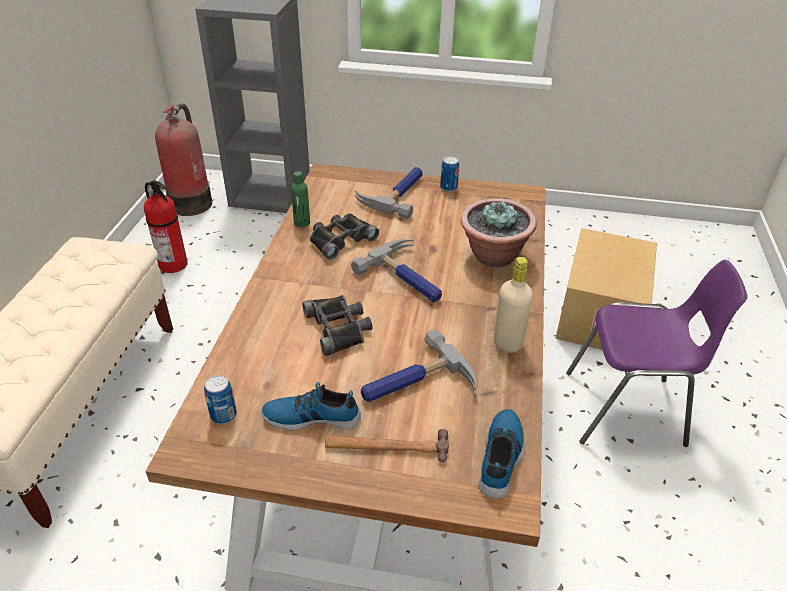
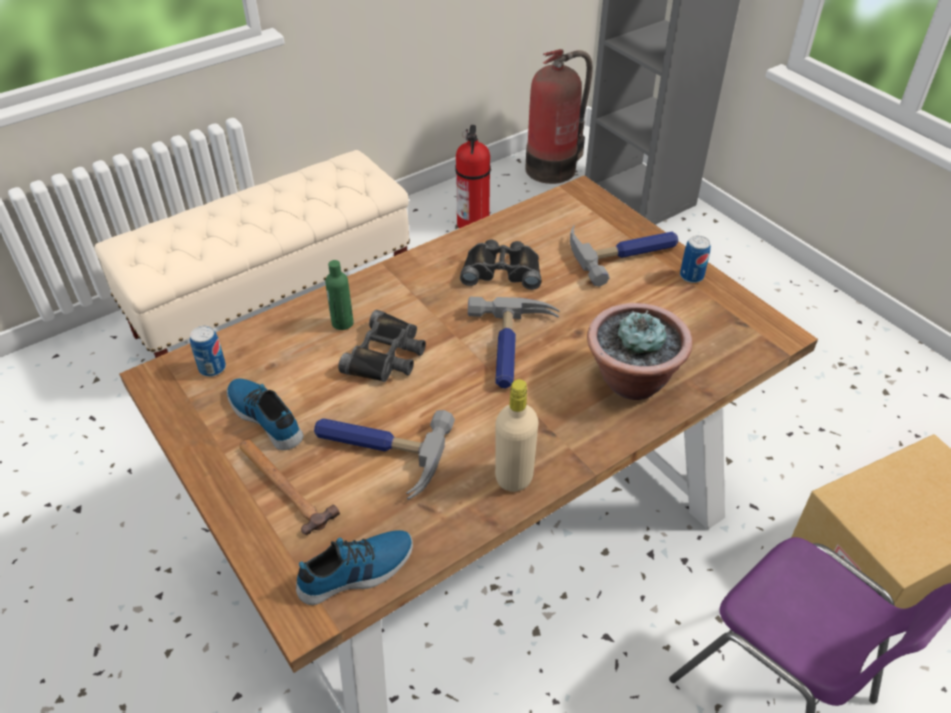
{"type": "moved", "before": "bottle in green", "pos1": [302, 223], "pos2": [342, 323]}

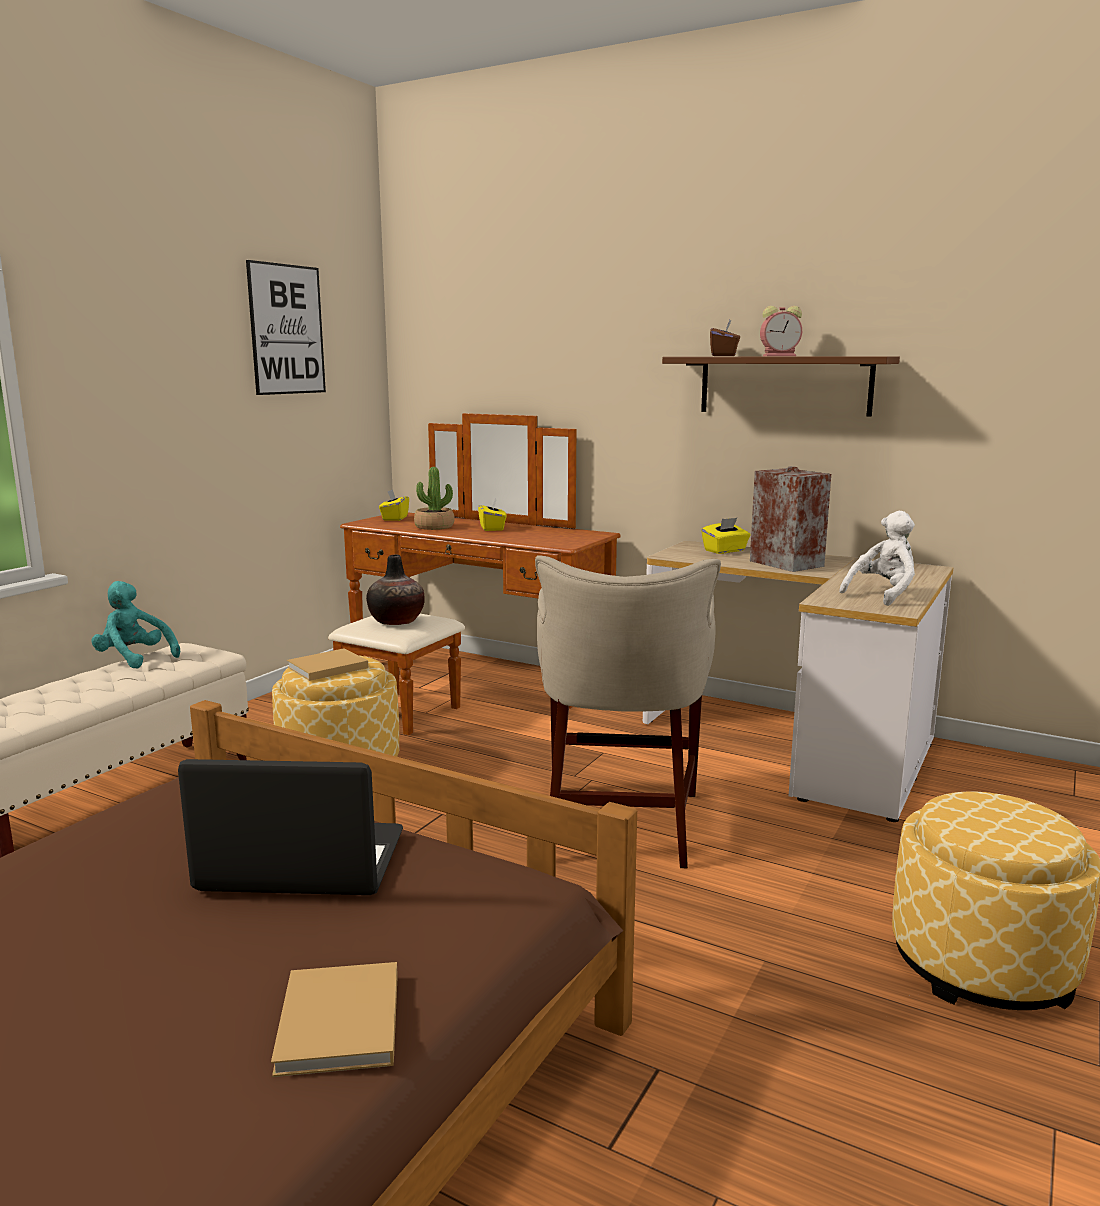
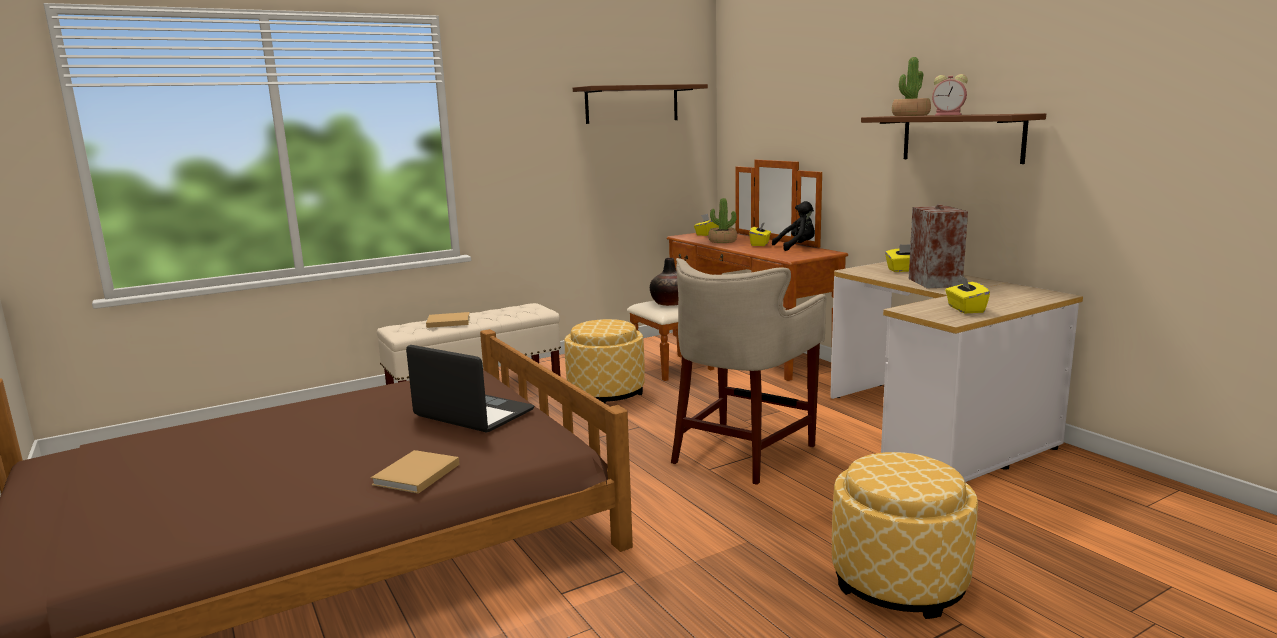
{"type": "removed", "before": "plush toy in turquoise", "pos1": [134, 659]}
{"type": "replaced", "before": "picture", "after": "shelf in brown", "pos1": [287, 329], "pos2": [632, 104]}
{"type": "moved", "before": "book in beige", "pos1": [325, 668], "pos2": [447, 322]}
{"type": "replaced", "before": "tissue box in brown", "after": "potted plant", "pos1": [724, 356], "pos2": [910, 115]}
{"type": "replaced", "before": "plush toy in white", "after": "tissue box in yellow", "pos1": [883, 594], "pos2": [965, 309]}
{"type": "added", "after": "plush toy in black", "pos2": [797, 247]}

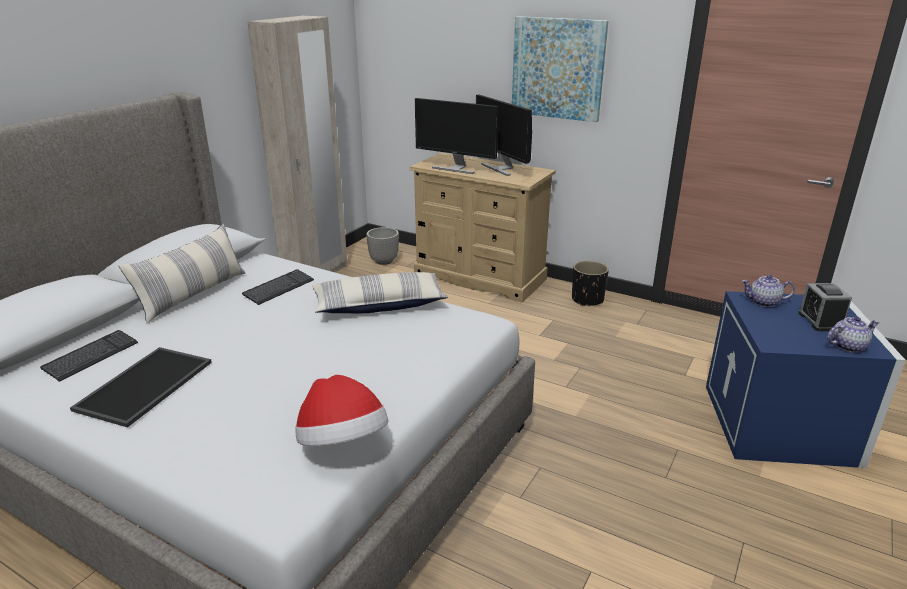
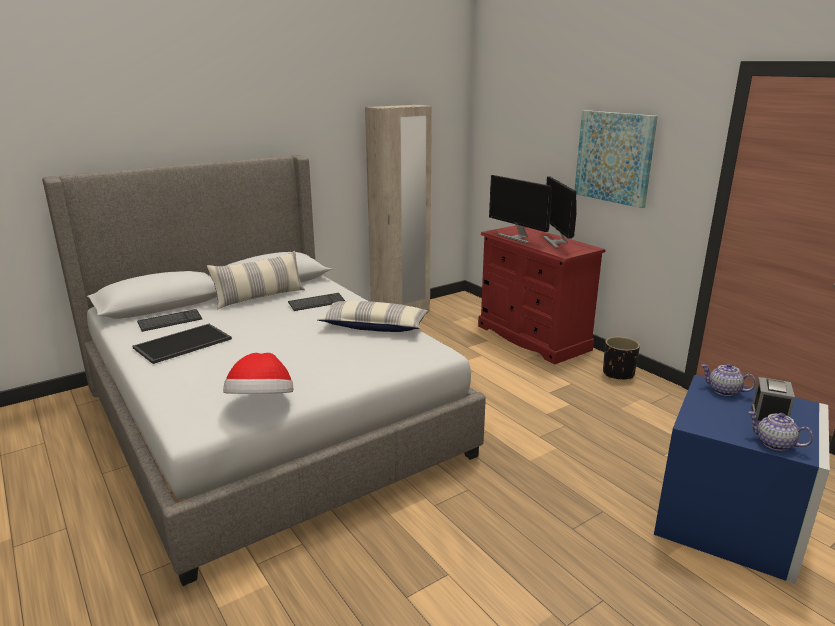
{"type": "removed", "before": "planter", "pos1": [384, 261]}
{"type": "recoloured", "before": "dresser in beige", "after": "dresser in red", "pos1": [480, 277], "pos2": [532, 338]}
{"type": "turned", "before": "teapot", "pos1": [847, 346], "pos2": [774, 444], "turn": -150}

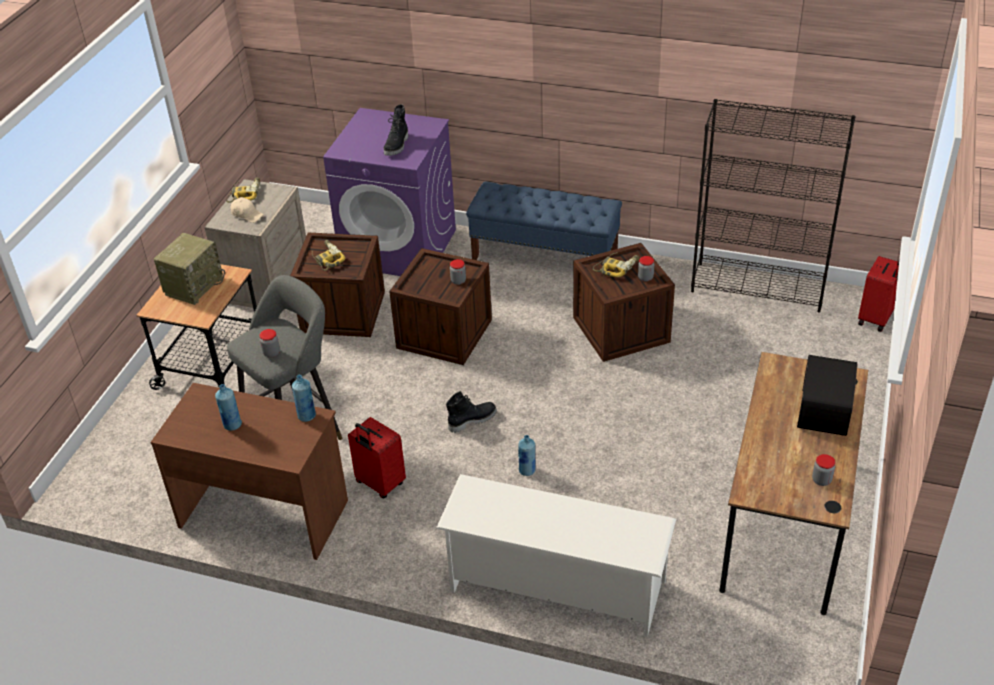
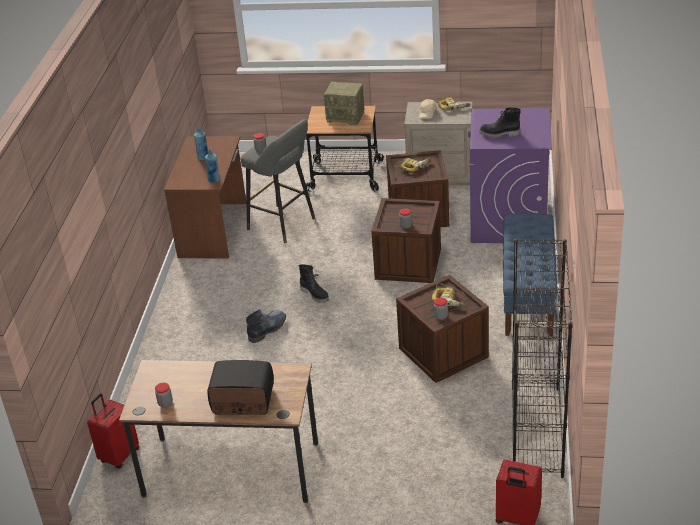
{"type": "moved", "before": "suitcase in red", "pos1": [379, 484], "pos2": [119, 455]}
{"type": "removed", "before": "shoe rack in white", "pos1": [555, 586]}
{"type": "replaced", "before": "bottle in blue", "after": "boot", "pos1": [527, 471], "pos2": [268, 329]}

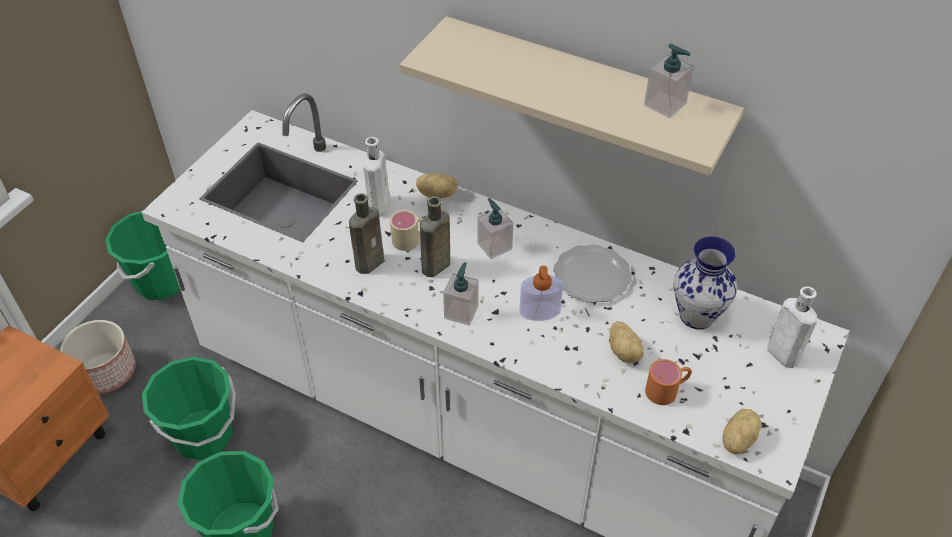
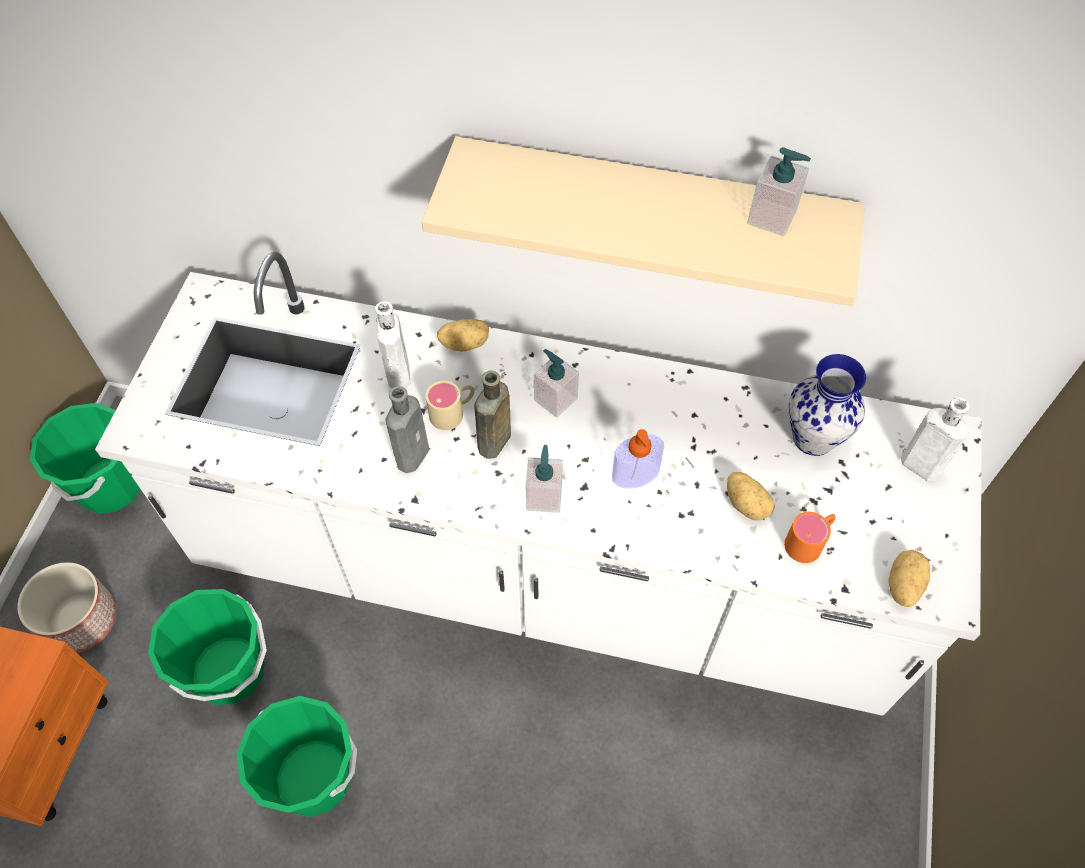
{"type": "recoloured", "before": "bottle in brown", "after": "bottle in grey", "pos1": [371, 261], "pos2": [414, 453]}
{"type": "removed", "before": "plate", "pos1": [590, 276]}

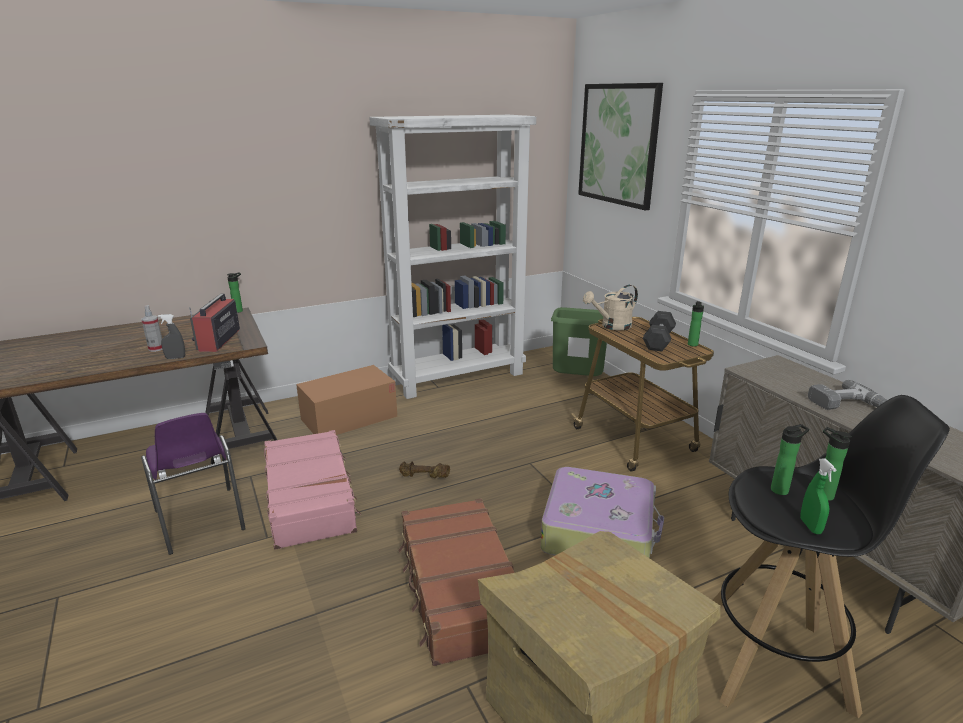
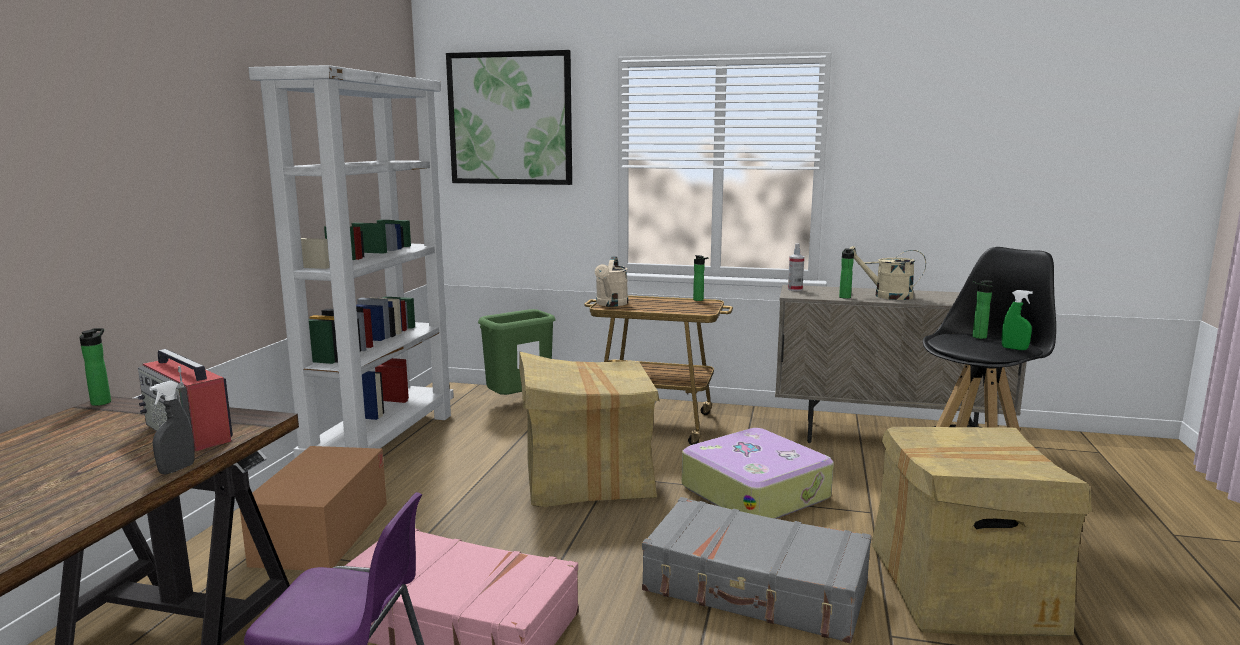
{"type": "moved", "before": "spray bottle", "pos1": [156, 349], "pos2": [795, 289]}
{"type": "recoloured", "before": "suitcase in brown", "after": "suitcase in grey", "pos1": [459, 590], "pos2": [755, 588]}
{"type": "removed", "before": "dumbbell in brown", "pos1": [424, 477]}
{"type": "removed", "before": "dumbbell in grey", "pos1": [658, 340]}
{"type": "moved", "before": "bottle", "pos1": [781, 490], "pos2": [845, 297]}
{"type": "replaced", "before": "power drill", "after": "watering can in beige", "pos1": [848, 406], "pos2": [885, 296]}
{"type": "added", "after": "cardboard box", "pos2": [587, 479]}

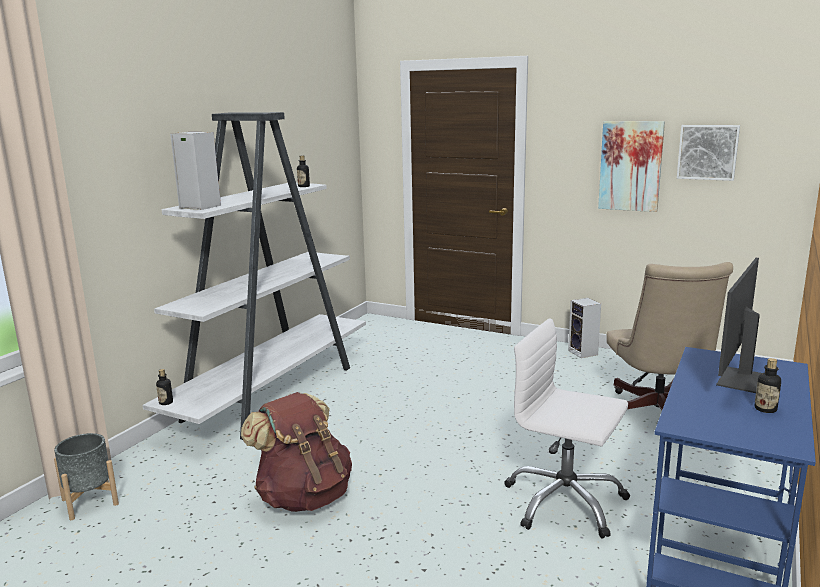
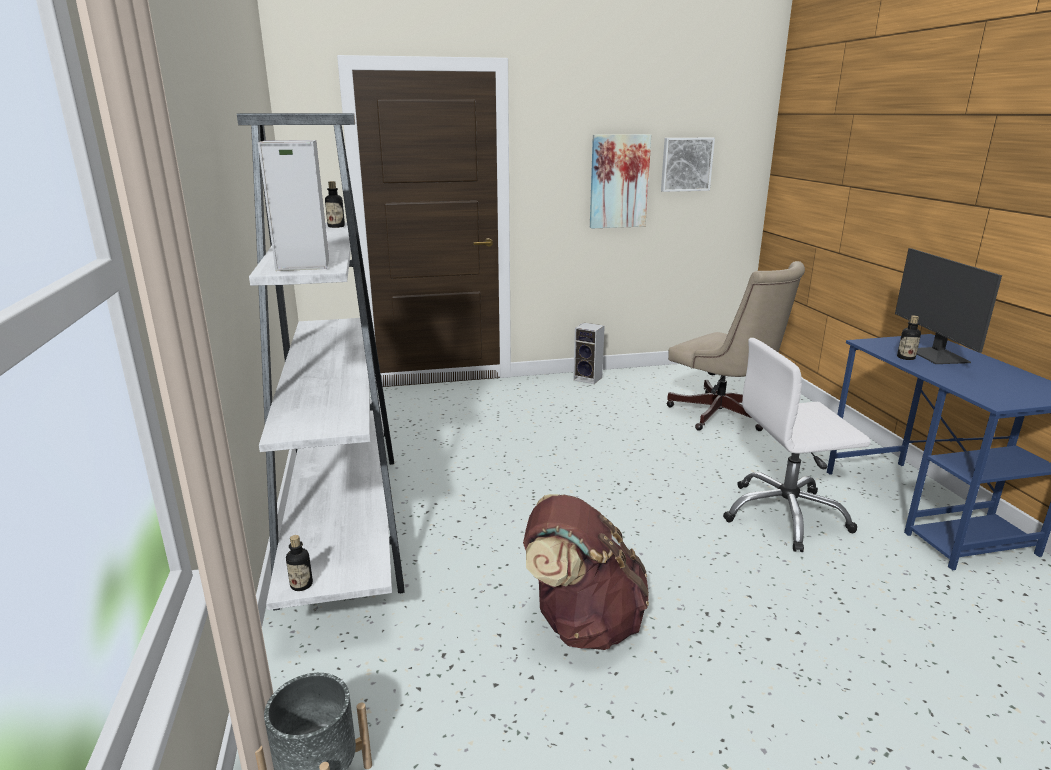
{"type": "moved", "before": "bottle", "pos1": [765, 409], "pos2": [905, 357]}

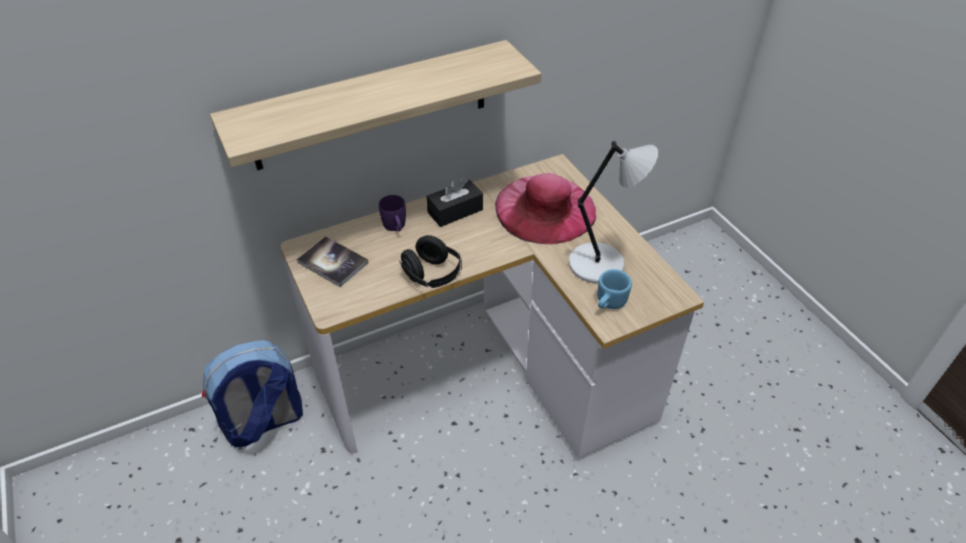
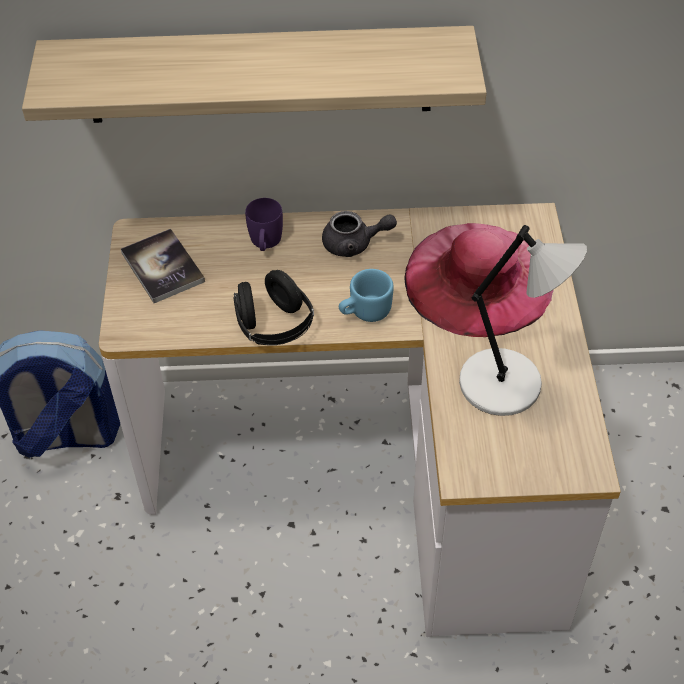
{"type": "replaced", "before": "tissue box in black", "after": "teapot in grey", "pos1": [455, 211], "pos2": [354, 244]}
{"type": "moved", "before": "mug in blue", "pos1": [608, 303], "pos2": [364, 312]}

